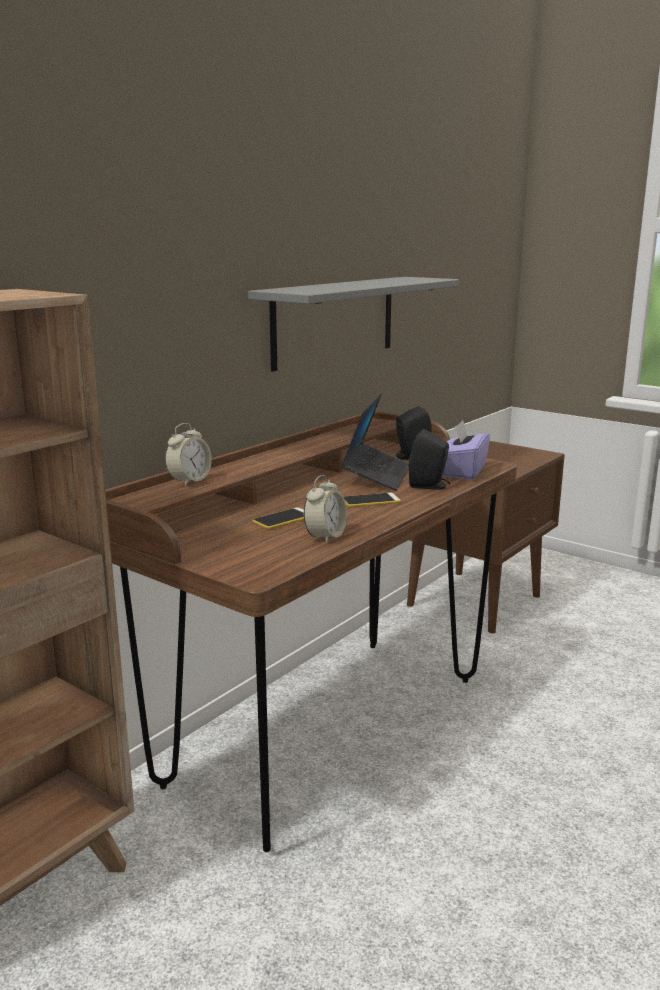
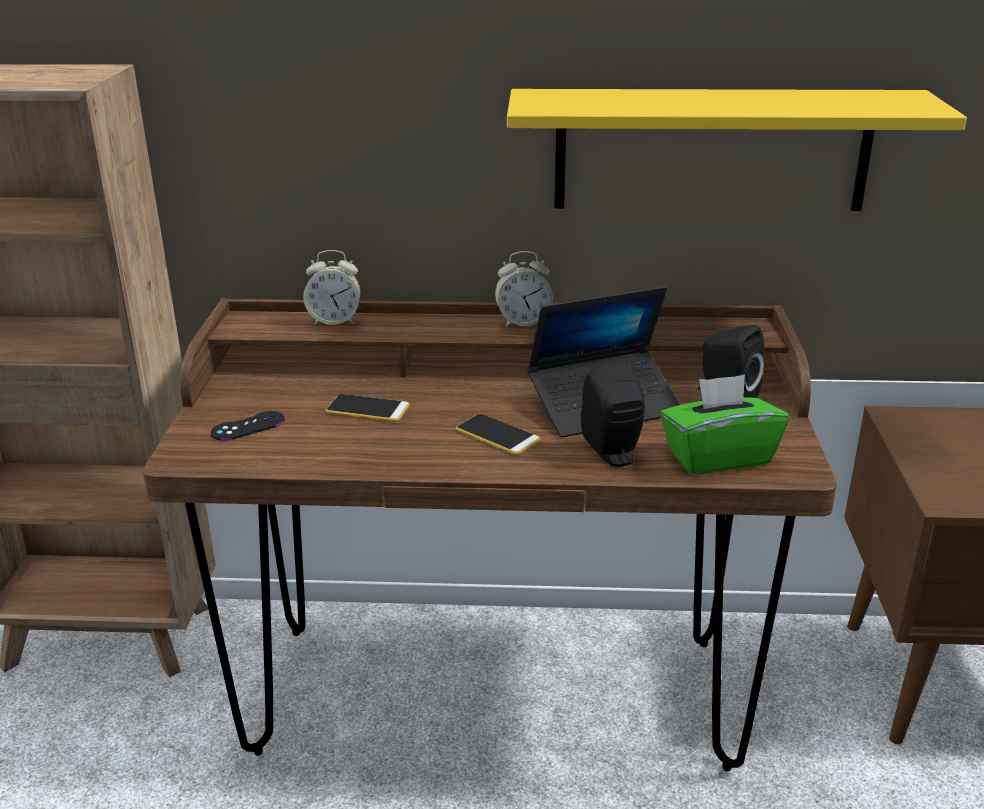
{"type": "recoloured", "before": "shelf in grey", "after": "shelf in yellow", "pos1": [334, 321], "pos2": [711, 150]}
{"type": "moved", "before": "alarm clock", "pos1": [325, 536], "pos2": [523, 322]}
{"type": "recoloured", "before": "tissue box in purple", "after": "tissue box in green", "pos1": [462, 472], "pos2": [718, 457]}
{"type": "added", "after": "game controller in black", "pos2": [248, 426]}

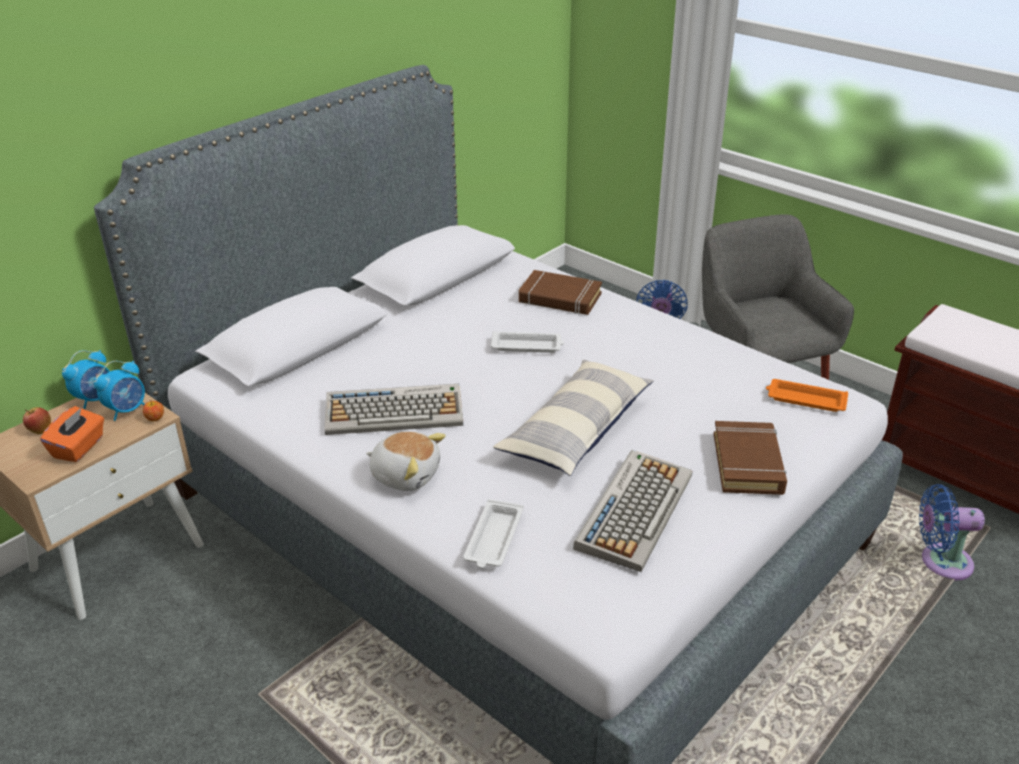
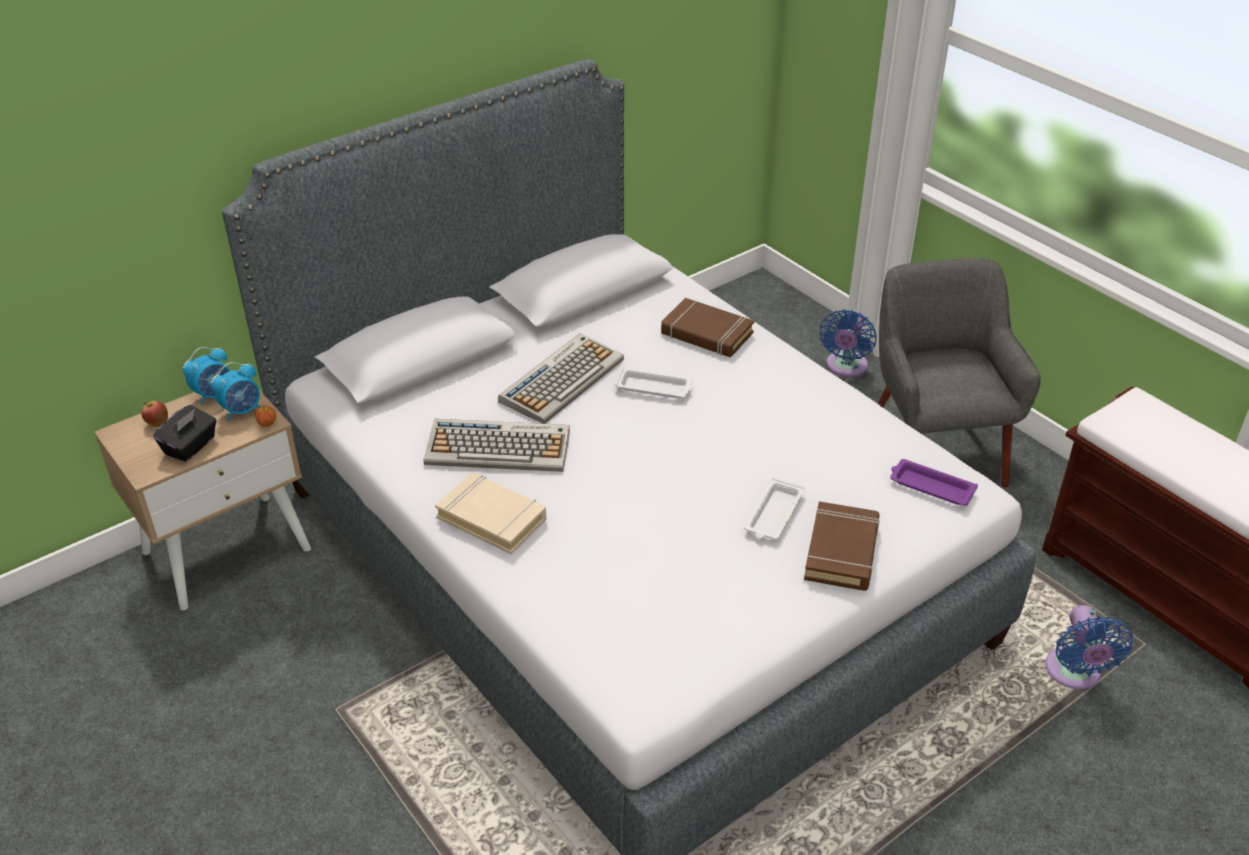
{"type": "recoloured", "before": "tissue box in orange", "after": "tissue box in black", "pos1": [79, 447], "pos2": [190, 446]}
{"type": "replaced", "before": "plush toy", "after": "book in beige", "pos1": [406, 474], "pos2": [492, 518]}
{"type": "moved", "before": "tray in white", "pos1": [493, 539], "pos2": [773, 515]}
{"type": "removed", "before": "pillow", "pos1": [576, 430]}
{"type": "moved", "before": "keyboard", "pos1": [634, 509], "pos2": [562, 379]}
{"type": "recoloured", "before": "tray in orange", "after": "tray in purple", "pos1": [805, 399], "pos2": [930, 486]}
{"type": "turned", "before": "fan in blue", "pos1": [940, 562], "pos2": [1074, 675], "turn": -105}

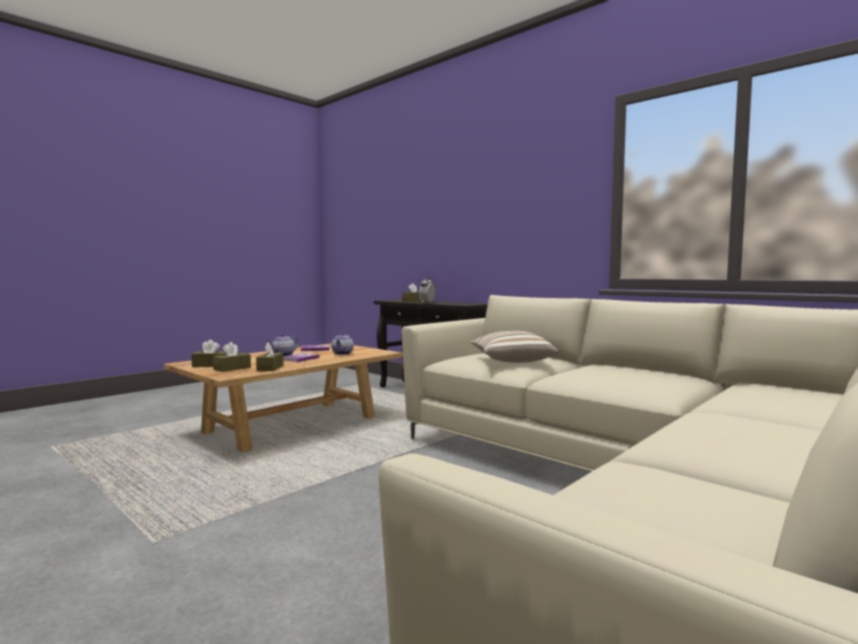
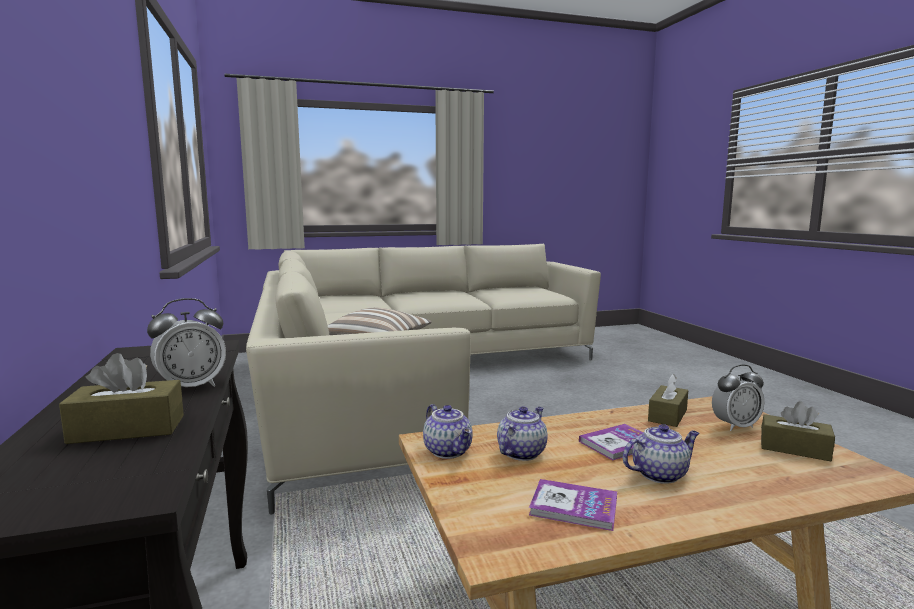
{"type": "replaced", "before": "tissue box in brown", "after": "alarm clock", "pos1": [232, 368], "pos2": [735, 426]}
{"type": "added", "after": "teapot", "pos2": [449, 451]}

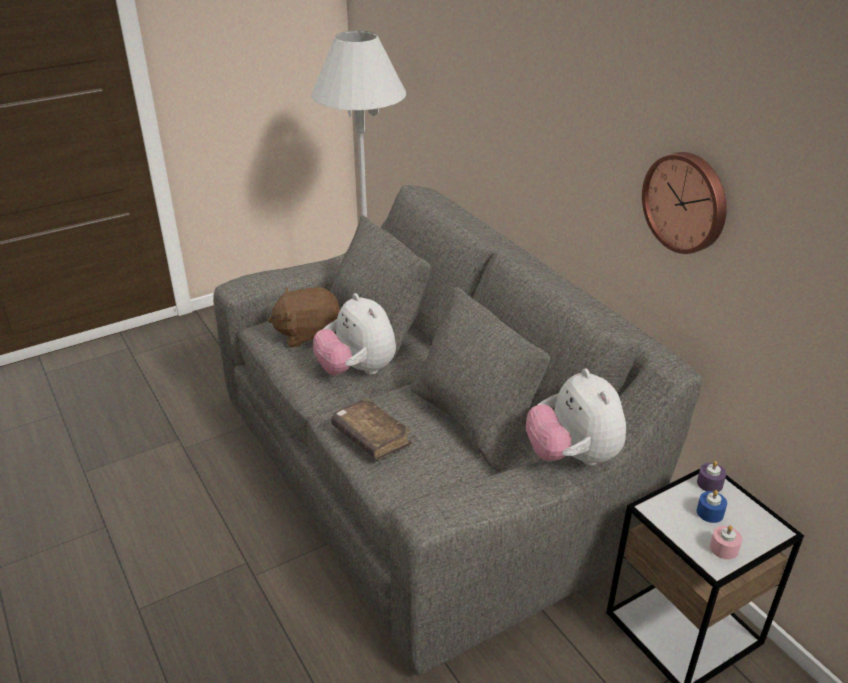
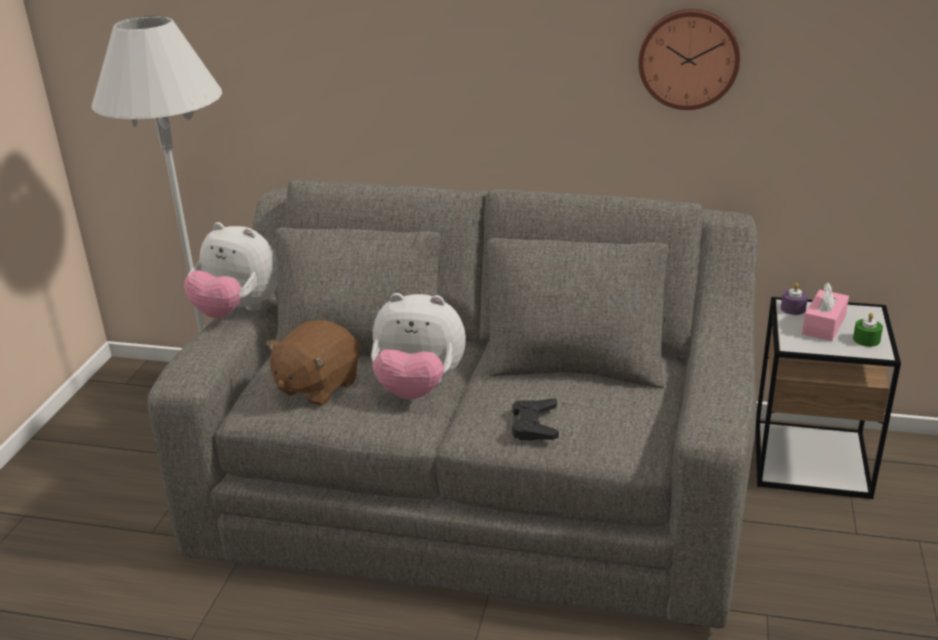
{"type": "replaced", "before": "book in brown", "after": "game controller in black", "pos1": [371, 437], "pos2": [534, 425]}
{"type": "moved", "before": "plush toy", "pos1": [572, 456], "pos2": [238, 311]}
{"type": "replaced", "before": "candle in blue", "after": "tissue box in pink", "pos1": [710, 513], "pos2": [823, 325]}
{"type": "recoloured", "before": "candle in pink", "after": "candle in green", "pos1": [724, 548], "pos2": [866, 340]}

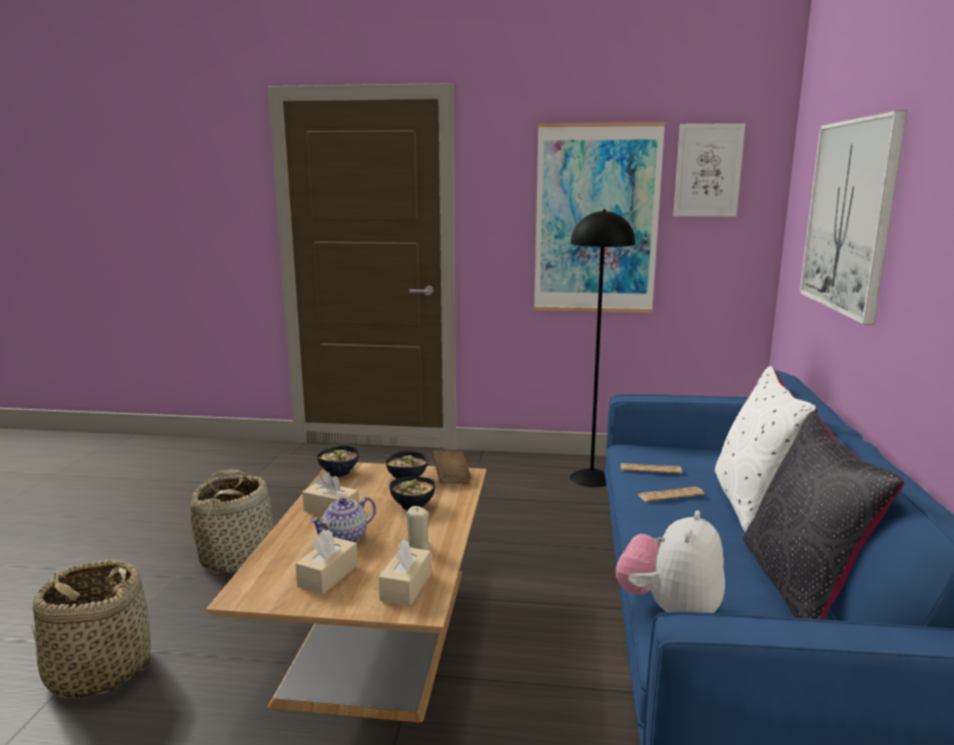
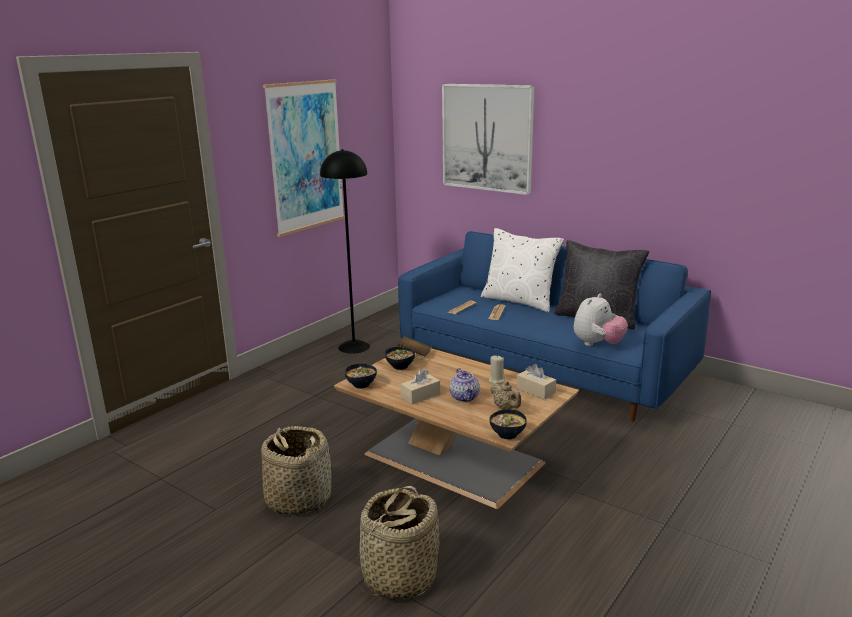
{"type": "replaced", "before": "tissue box in beige", "after": "teapot in beige", "pos1": [328, 575], "pos2": [506, 408]}
{"type": "moved", "before": "bowl", "pos1": [412, 505], "pos2": [506, 434]}
{"type": "turned", "before": "plush toy", "pos1": [669, 610], "pos2": [597, 344], "turn": -105}
{"type": "removed", "before": "picture", "pos1": [708, 170]}

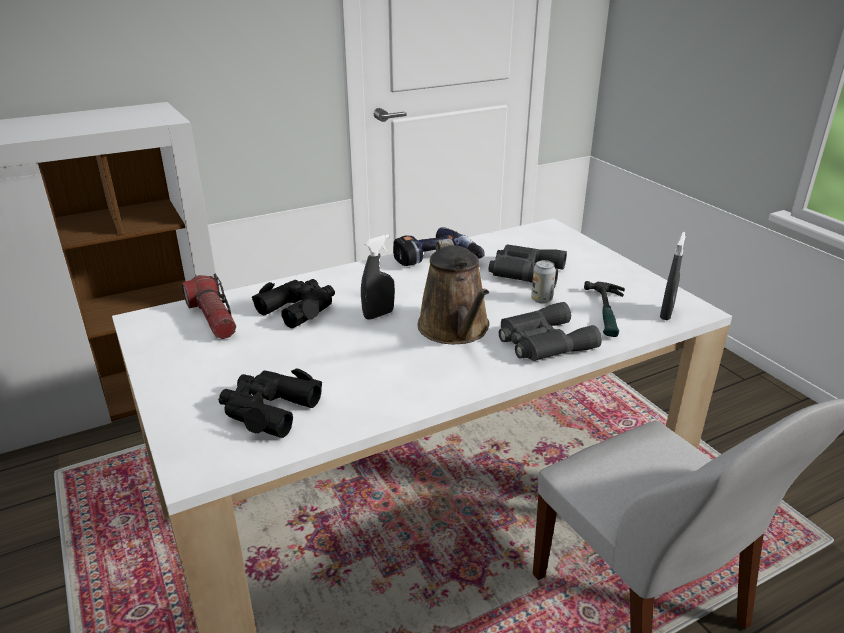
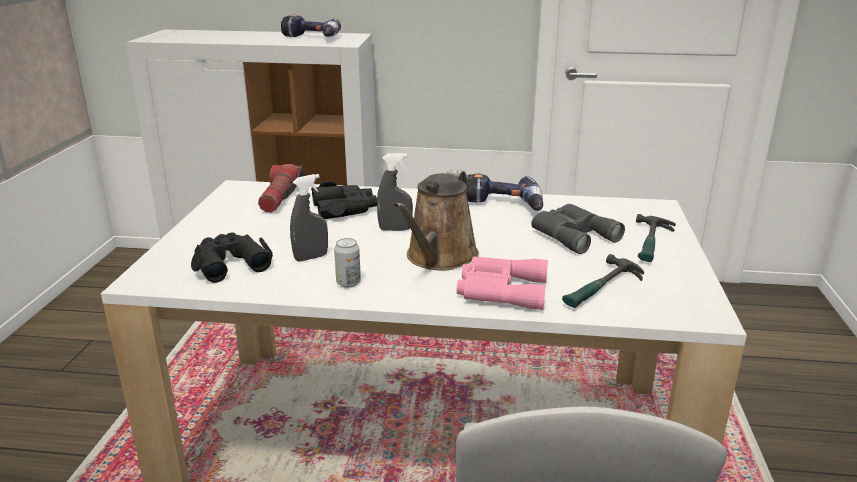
{"type": "recoloured", "before": "binoculars in grey", "after": "binoculars in pink", "pos1": [542, 342], "pos2": [500, 290]}
{"type": "moved", "before": "can", "pos1": [541, 299], "pos2": [348, 283]}
{"type": "moved", "before": "spray bottle in grey", "pos1": [666, 313], "pos2": [311, 257]}
{"type": "added", "after": "power drill", "pos2": [310, 38]}
{"type": "added", "after": "hammer", "pos2": [651, 243]}

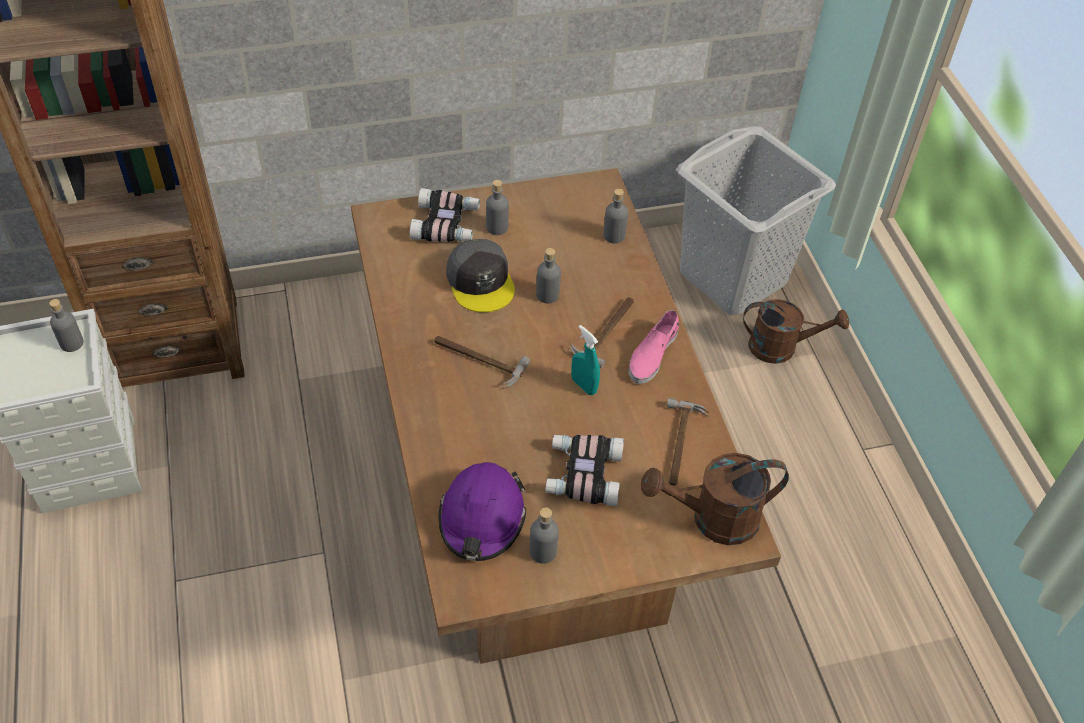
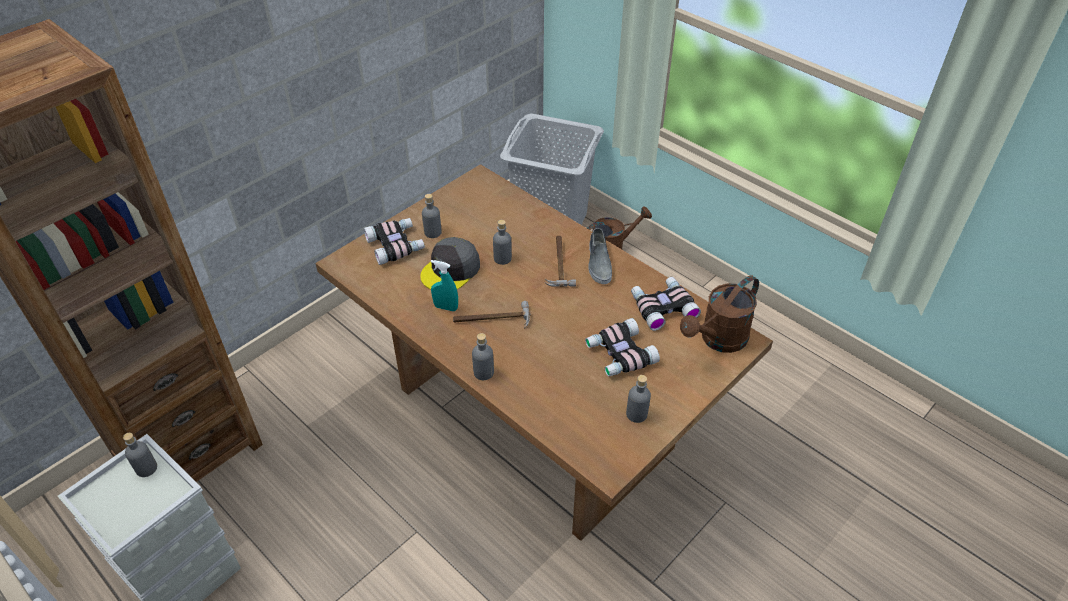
{"type": "removed", "before": "hard hat in purple", "pos1": [482, 518]}
{"type": "turned", "before": "cap in grey", "pos1": [481, 281], "pos2": [451, 270], "turn": 90}
{"type": "moved", "before": "spray bottle in turquoise", "pos1": [584, 386], "pos2": [446, 307]}
{"type": "moved", "before": "bottle in grey", "pos1": [614, 235], "pos2": [483, 372]}
{"type": "recoloured", "before": "shoe in pink", "after": "shoe in grey", "pos1": [652, 354], "pos2": [599, 263]}
{"type": "replaced", "before": "hammer", "after": "binoculars", "pos1": [681, 445], "pos2": [662, 307]}

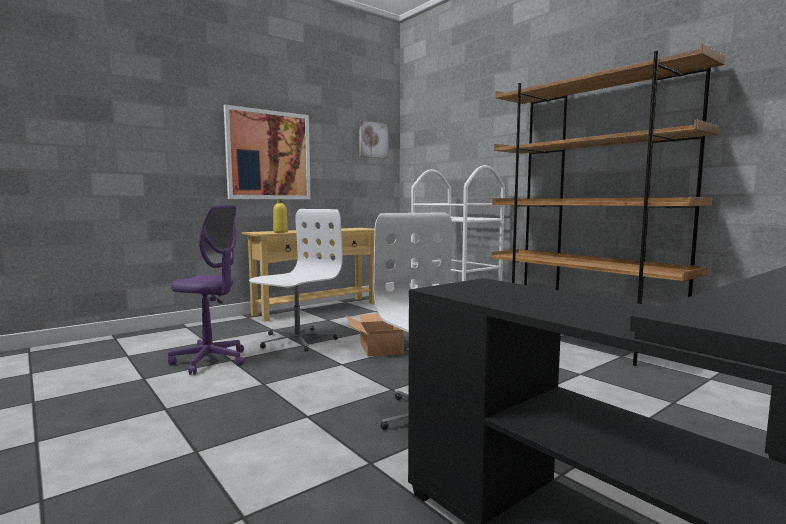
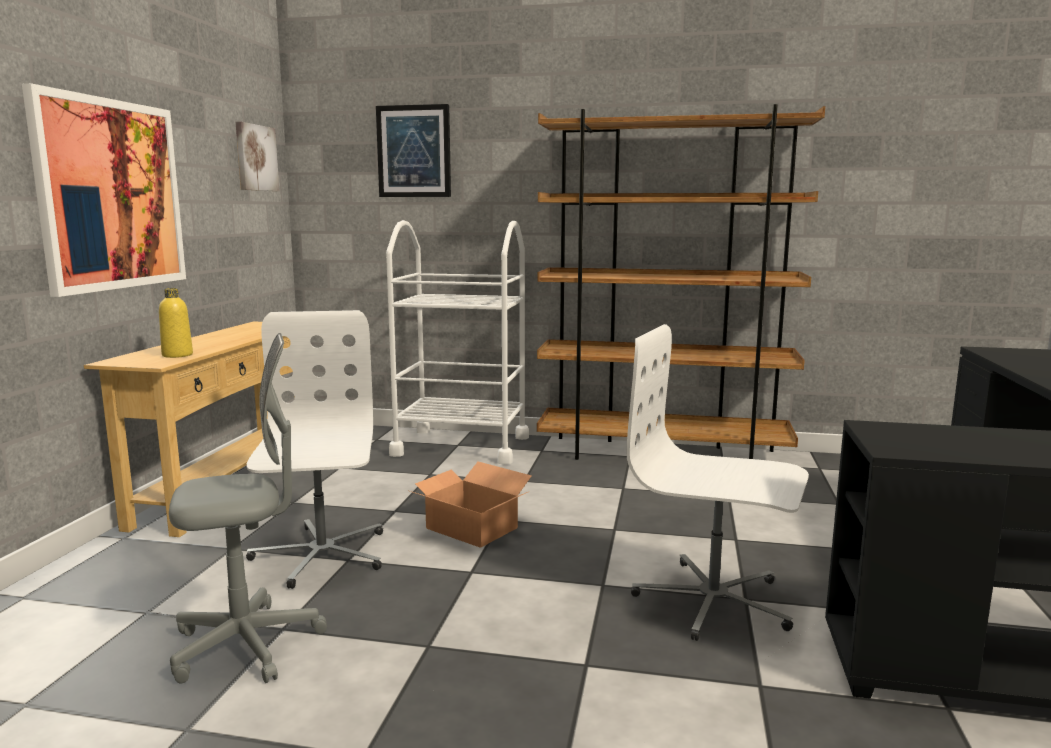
{"type": "recoloured", "before": "office chair in purple", "after": "office chair in grey", "pos1": [210, 361], "pos2": [247, 645]}
{"type": "added", "after": "picture", "pos2": [414, 151]}

